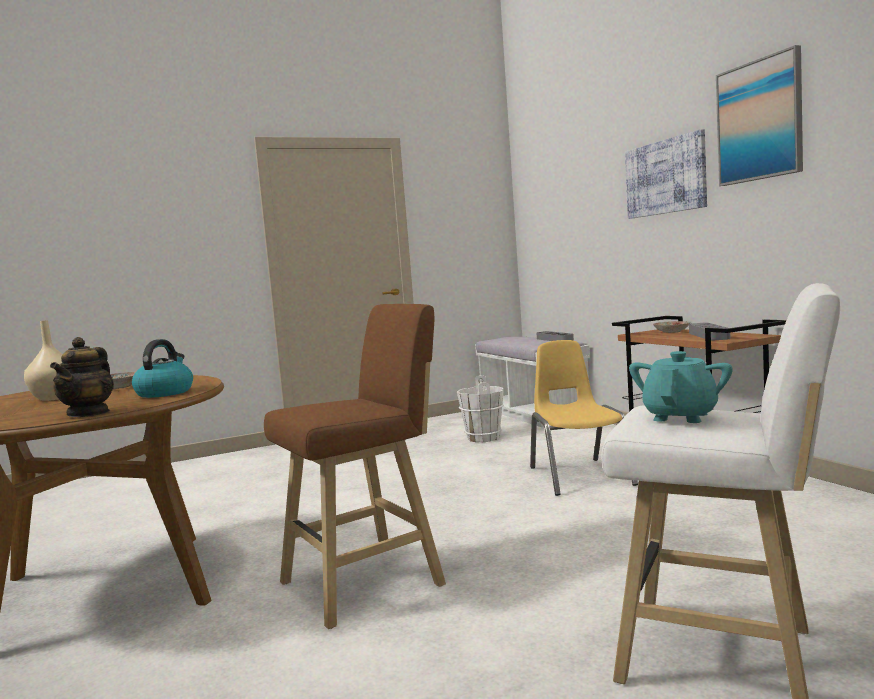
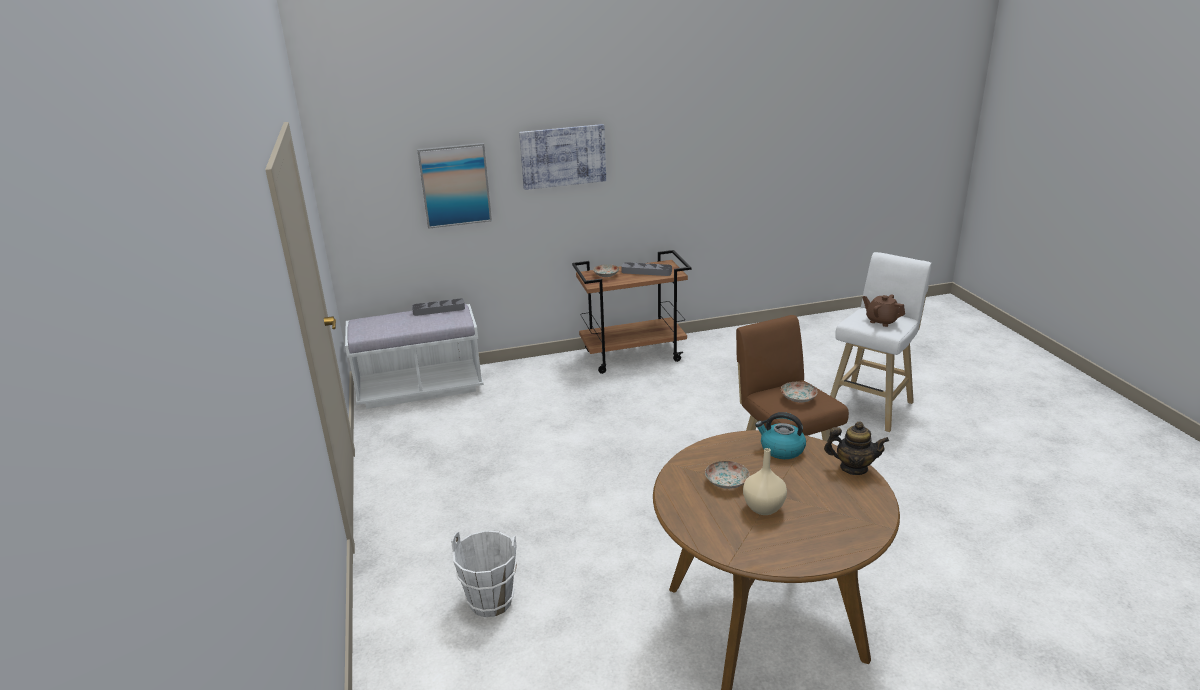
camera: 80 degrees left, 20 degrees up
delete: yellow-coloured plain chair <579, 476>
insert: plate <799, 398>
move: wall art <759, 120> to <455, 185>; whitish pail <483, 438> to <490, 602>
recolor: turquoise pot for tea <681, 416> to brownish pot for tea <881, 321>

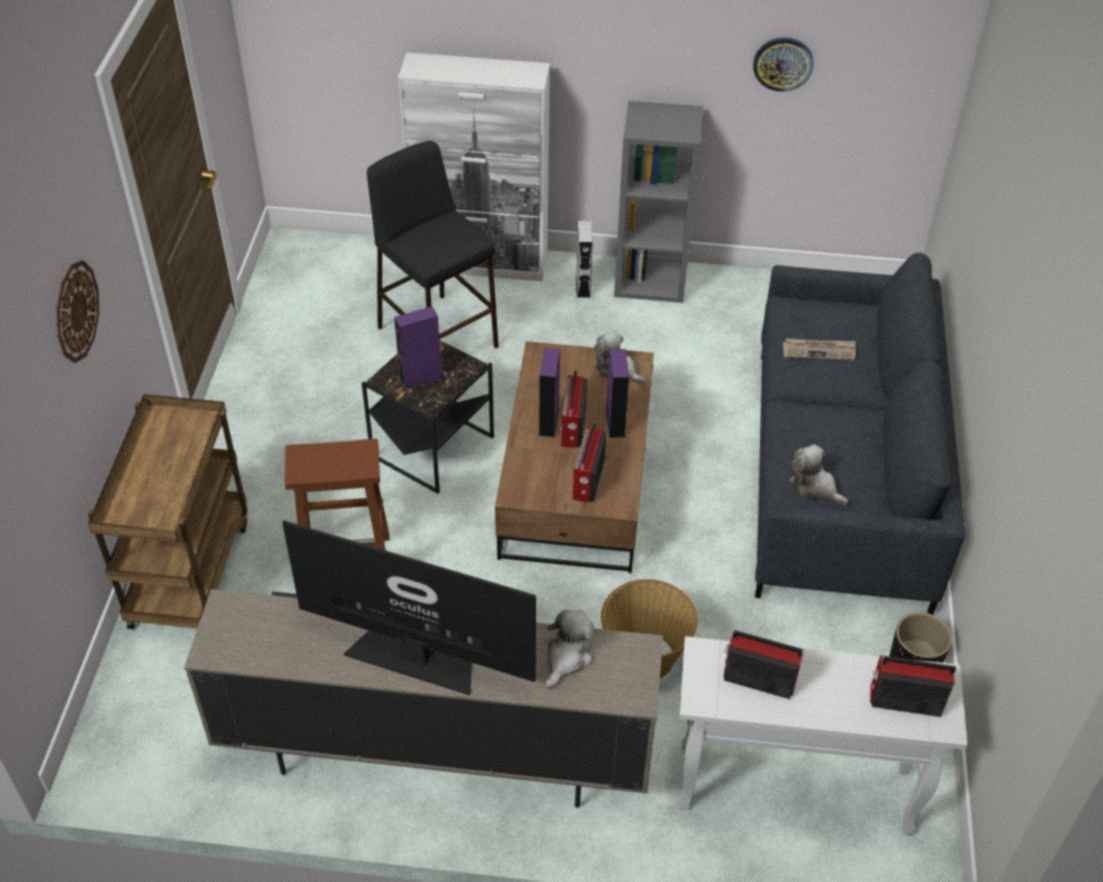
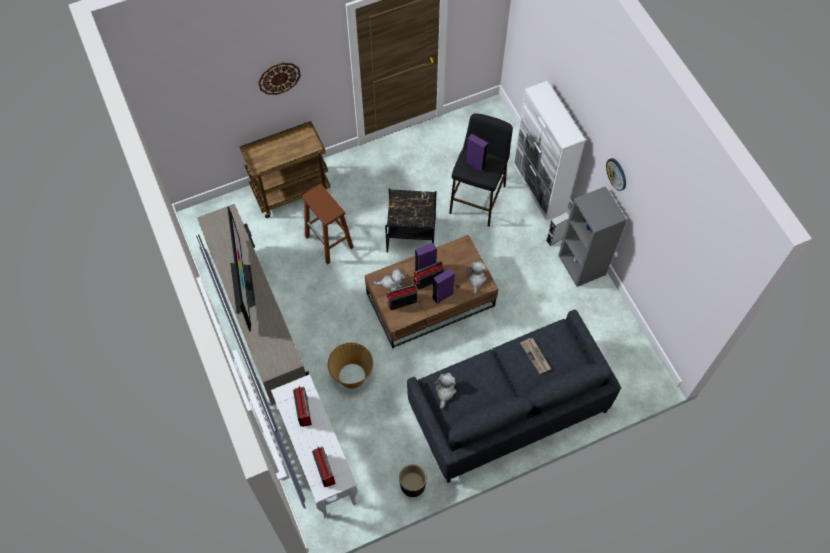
camera: 60 degrees right, 15 degrees up
move: clock on the wall <783, 63> to <617, 174>; purplish loudspeaker <420, 378> to <475, 164>; soft toy <567, 657> to <391, 283>

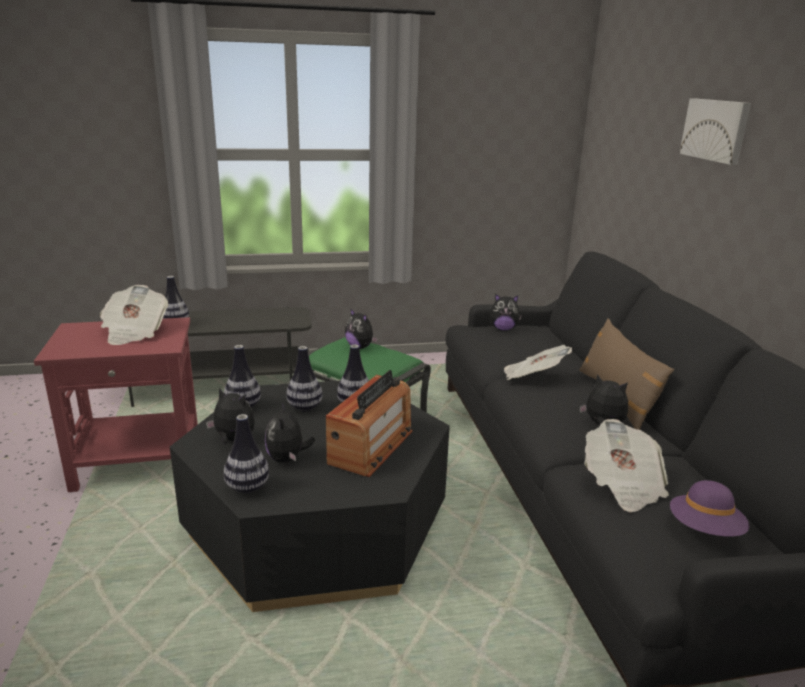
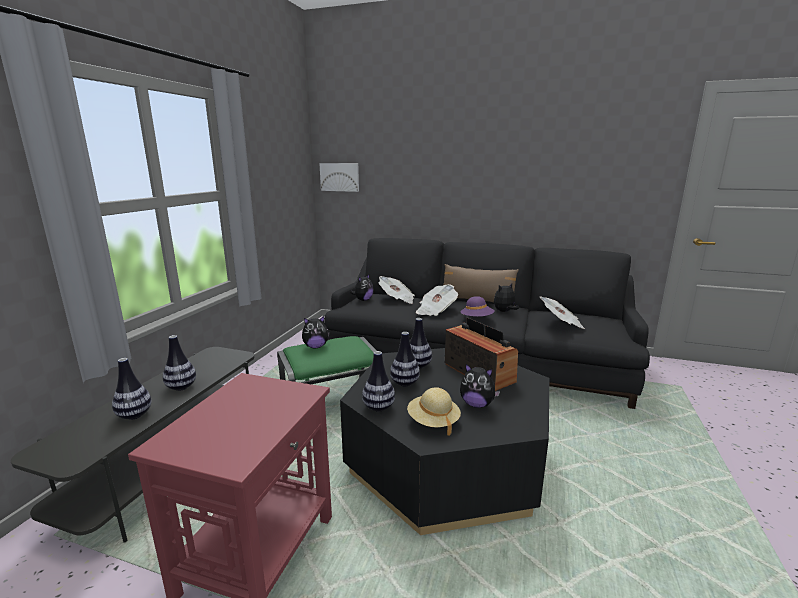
camera: 60 degrees left, 5 degrees down
move: wall art <716, 130> to <340, 177>; daily paper <134, 332> to <397, 299>; decorative vase <248, 488> to <181, 387>; purplish clothing hat <705, 530> to <477, 319>
replace: soft toy <233, 440> to beige-coloured clothing hat <433, 421>

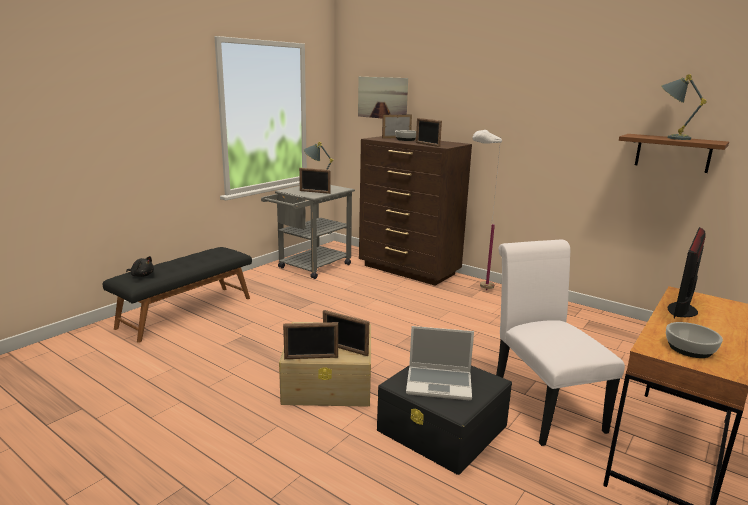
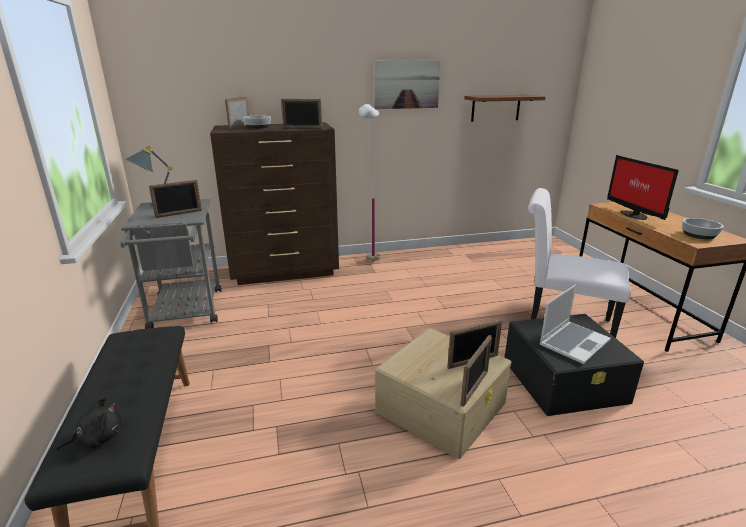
camera: 50 degrees left, 5 degrees up
delete: grey tabletop lamp <670, 138>
move: wall art <382, 98> to <406, 84>

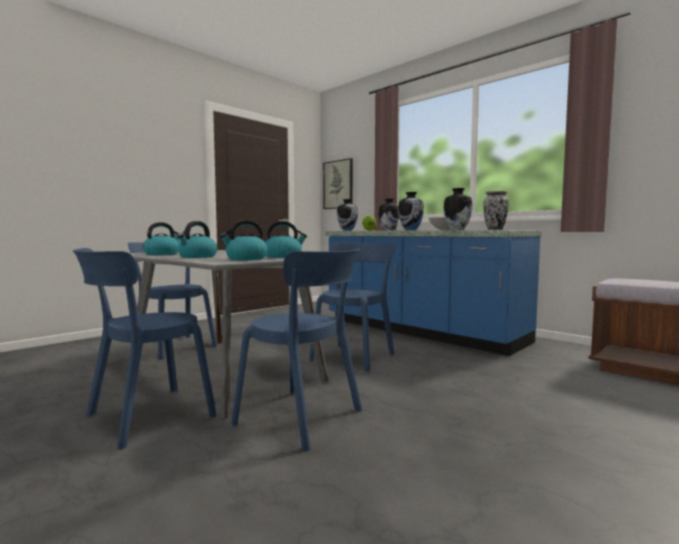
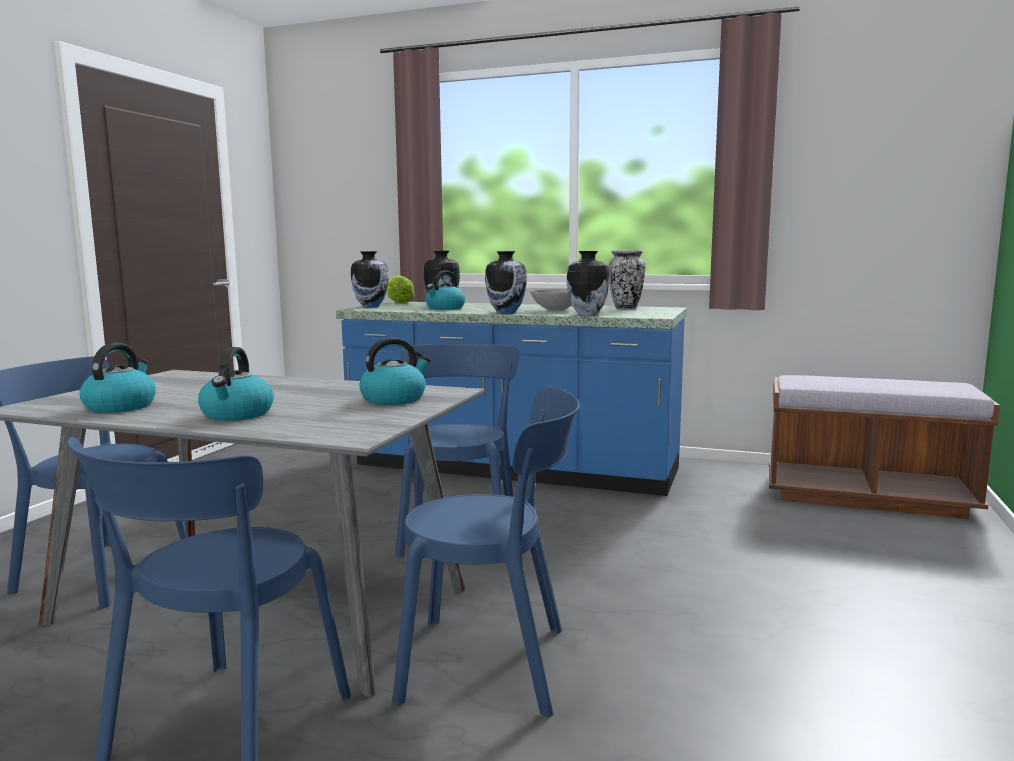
camera: 25 degrees left, 5 degrees up
delete: wall art <338, 184>
move: water kettle <246, 259> to <445, 308>

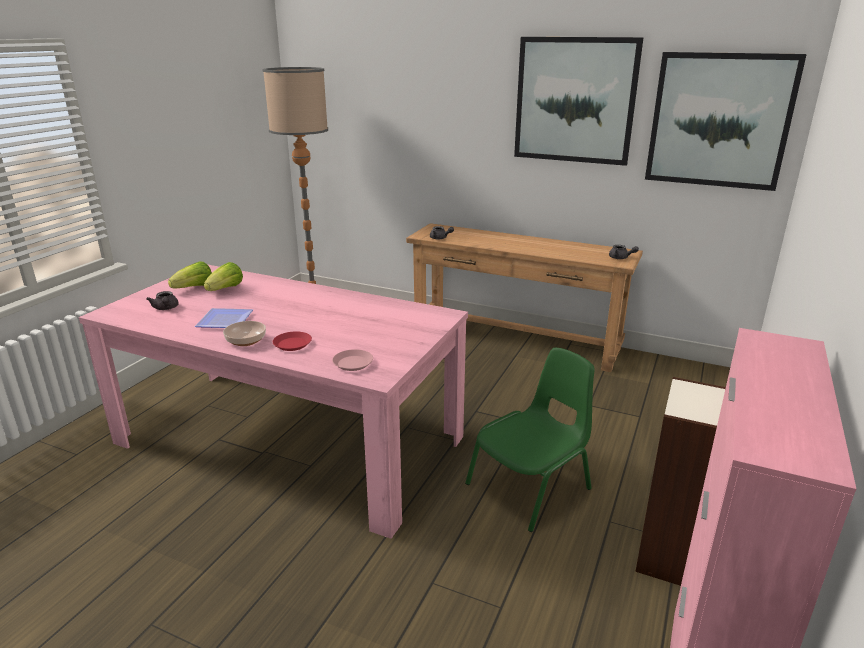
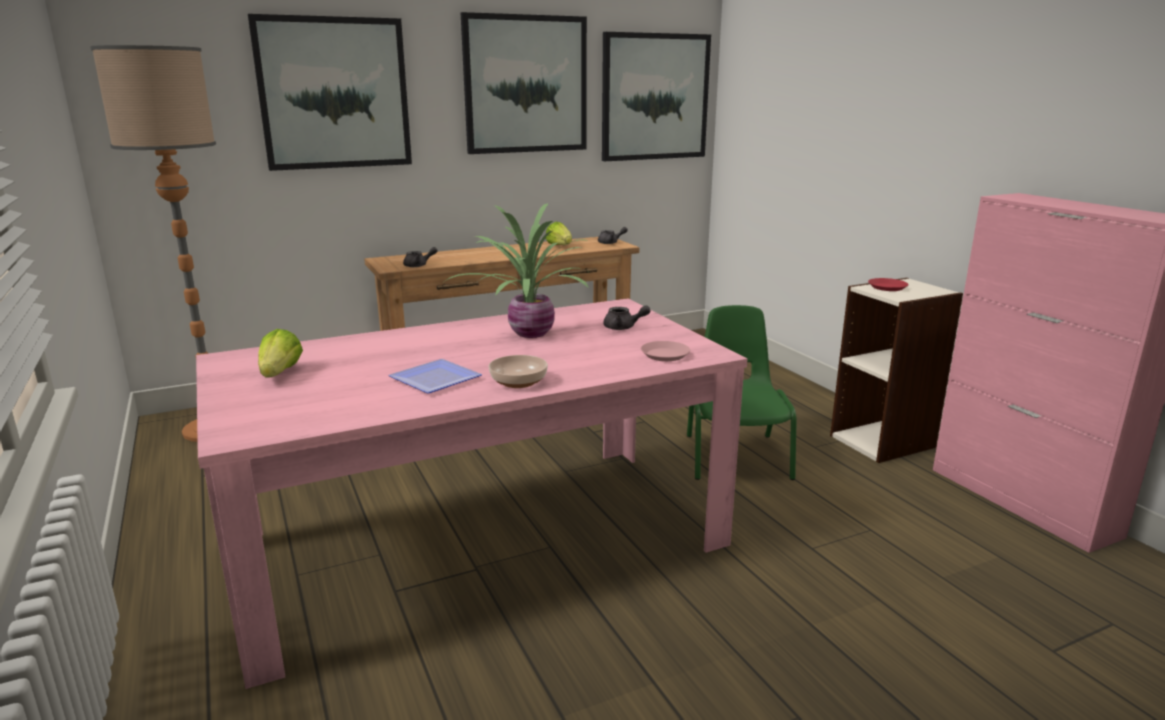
camera: 50 degrees left, 5 degrees down
insert: wall art <334, 94>; potted plant <529, 333>
move: lettuce head <226, 289> to <560, 246>; grey pot for tea <166, 308> to <623, 328>; reddish plate <292, 344> to <887, 287>

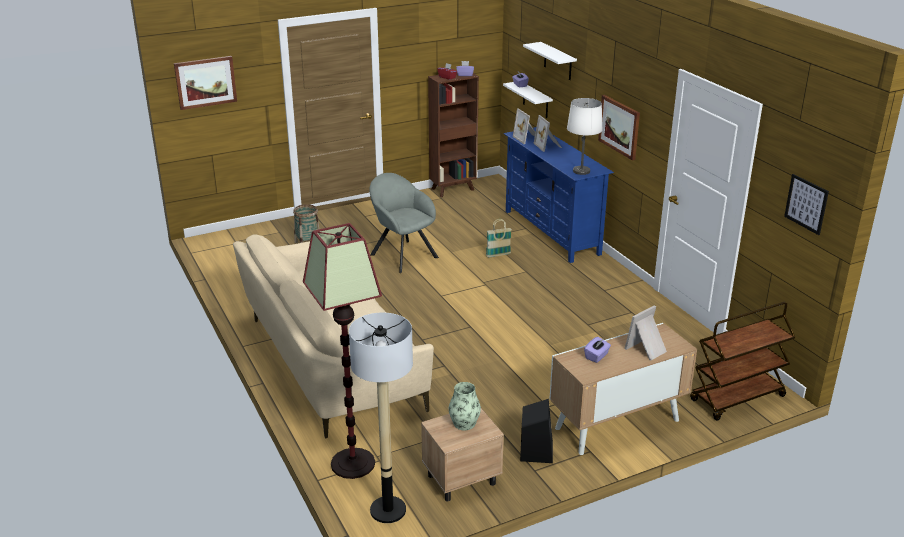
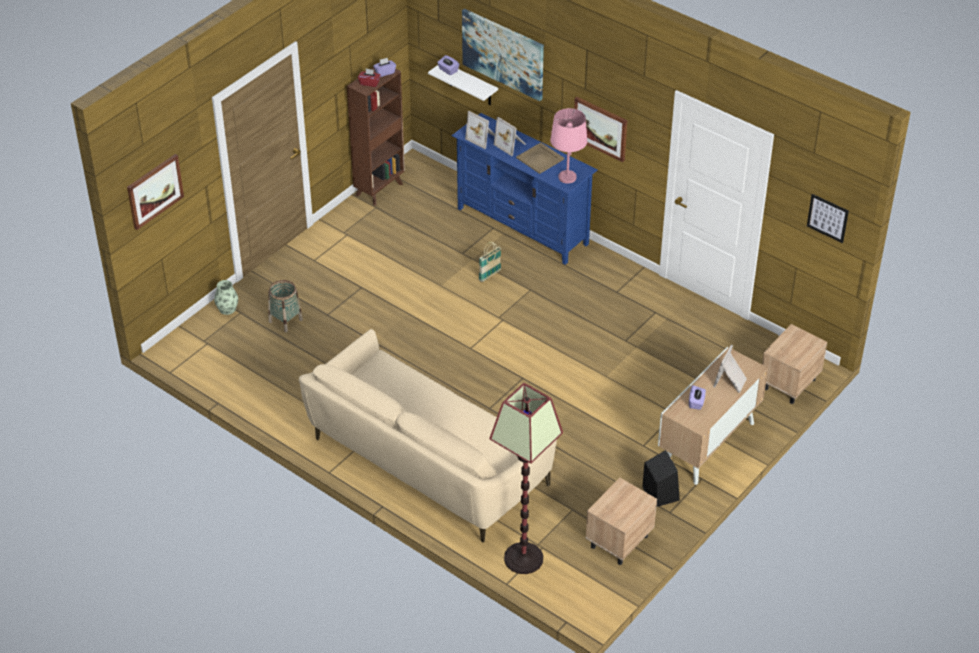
camera: 25 degrees left, 15 degrees up
delete: grey armchair <402, 254>; floor lamp <387, 510>
insert: beige-coloured tray <539, 158>
move: decorative vase <464, 423> to <227, 309>
replace: whitish bracket shelf <558, 61> to wall art <503, 53>; brownish cart <737, 399> to beige-coloured nightstand <789, 384>
recolor: whitish tabletop lamp <581, 171> to pinkish tabletop lamp <567, 177>

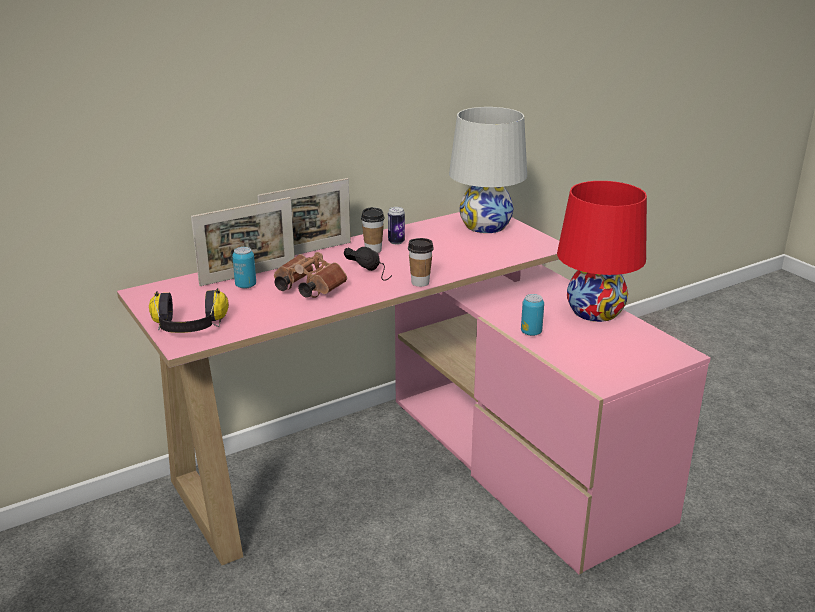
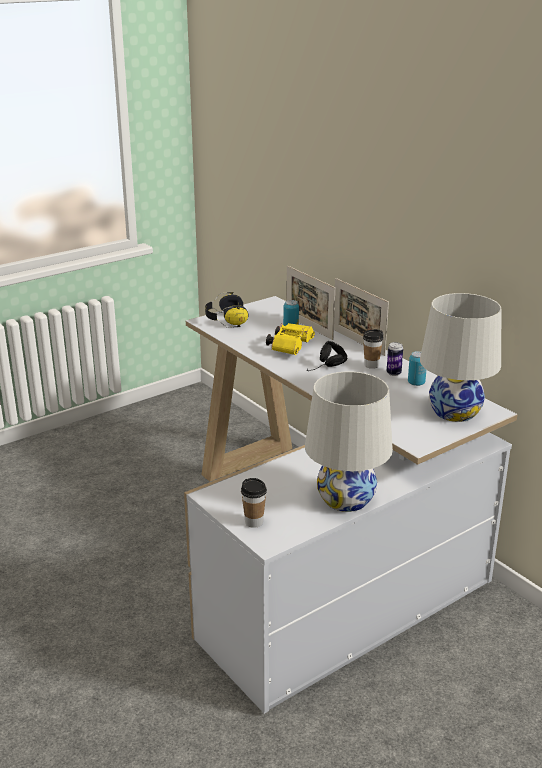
camera: 85 degrees right, 0 degrees up
move: small cup <420, 282> to <254, 522>; metal can <531, 332> to <416, 383>
recolor: reddish tabletop lamp <595, 311> to whitish tabletop lamp <345, 499>; pinkish desk <419, 469> to whitish desk <320, 551>; brownish binoculars <307, 288> to yellow-coloured binoculars <291, 347>

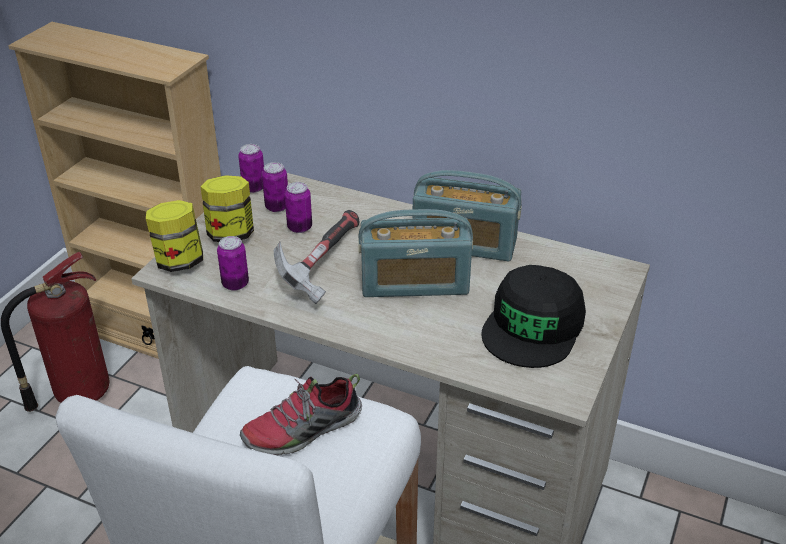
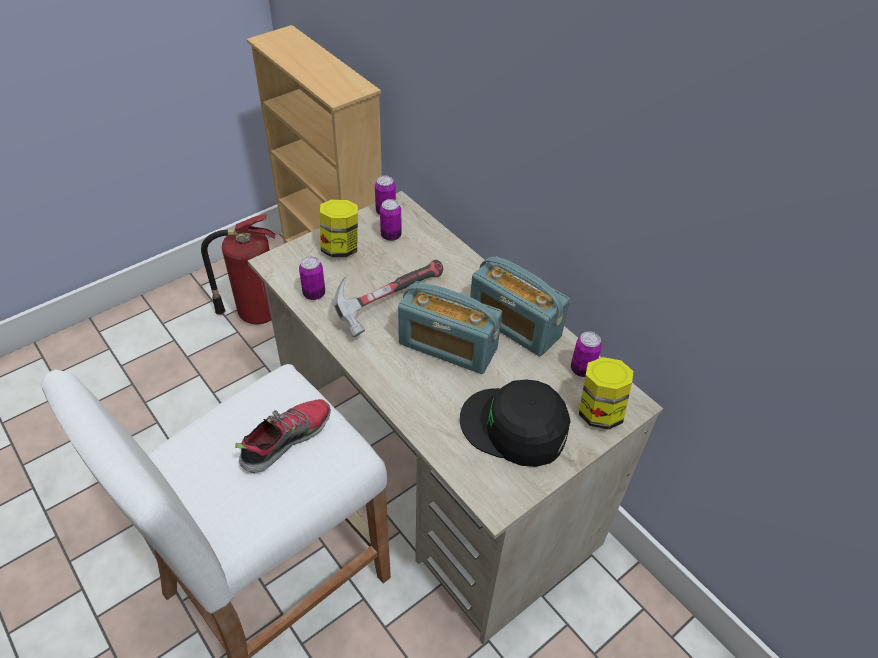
camera: 25 degrees right, 10 degrees up
move: metal can <299, 227> to <582, 369>; preserve jar <179, 261> to <599, 411>
rotate: blackish cap <534, 327> = <515, 427> 60 degrees clockwise; item of footwear <303, 430> = <286, 439> 135 degrees clockwise

